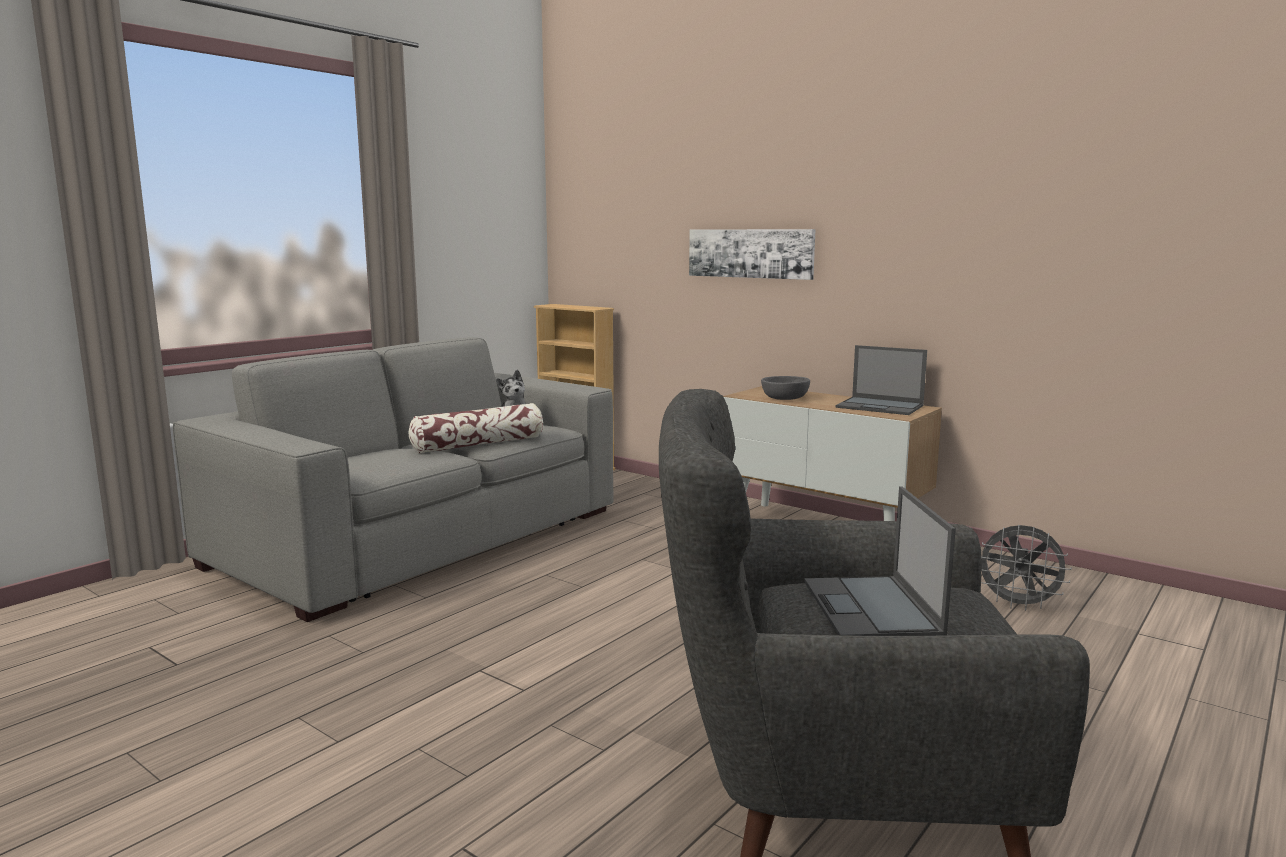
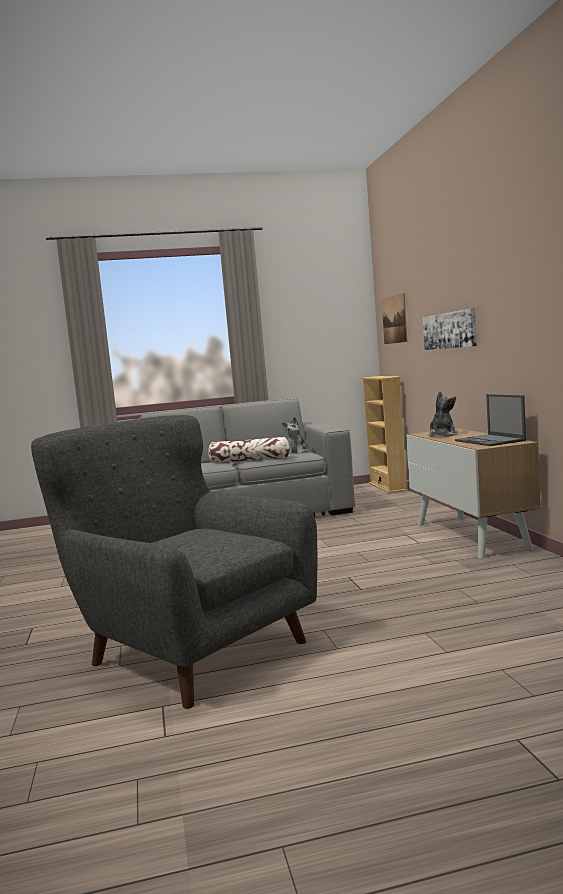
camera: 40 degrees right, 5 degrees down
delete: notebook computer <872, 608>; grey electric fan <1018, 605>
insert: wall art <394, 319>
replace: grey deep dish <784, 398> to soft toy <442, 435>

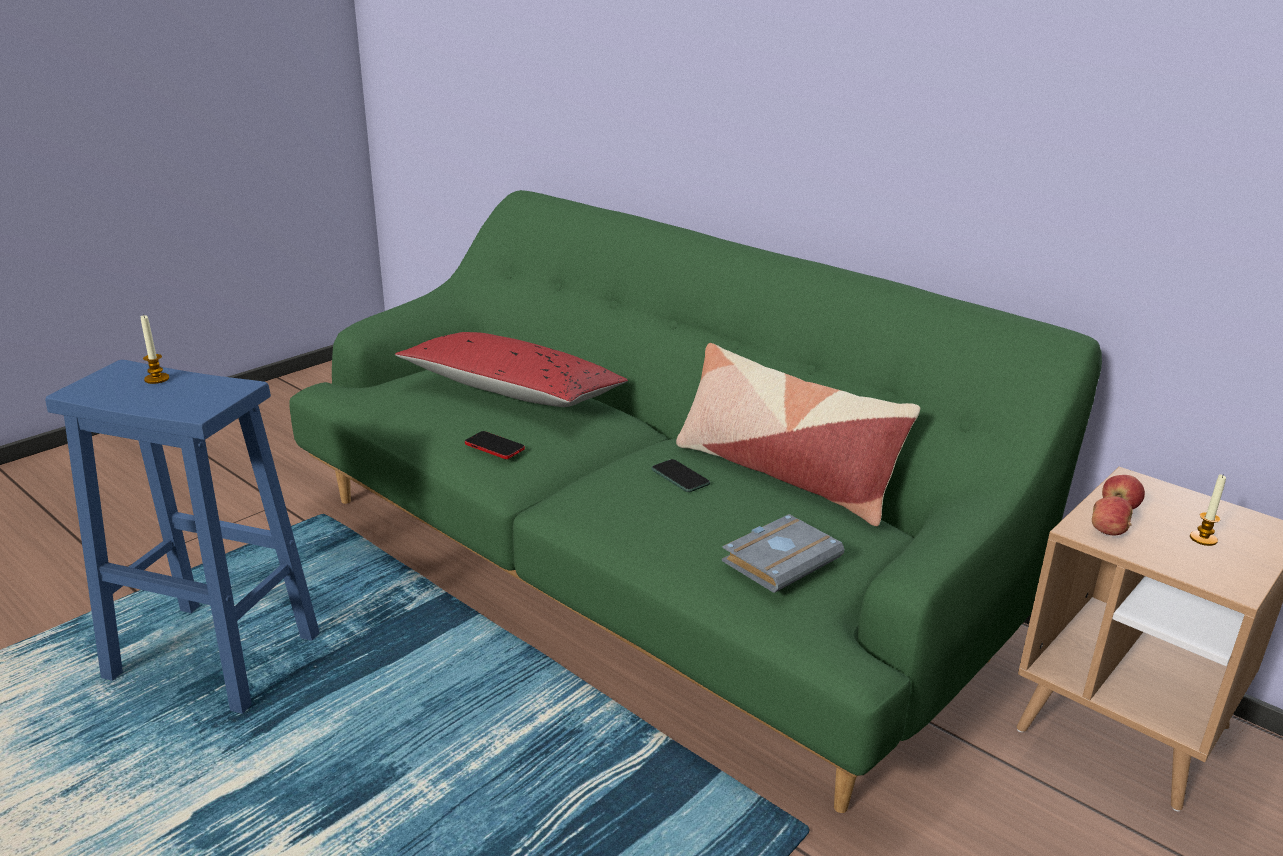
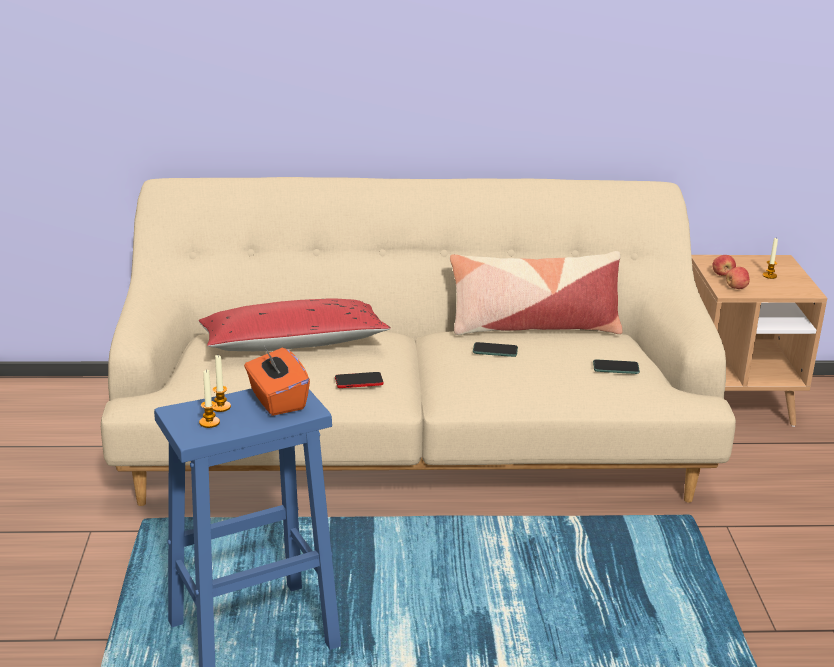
camera: 45 degrees left, 0 degrees up
insert: orange tissue box <276, 400>; wax light <209, 422>
replace: grey bound book <780, 558> to telephone <616, 368>
recolor: green-coloured couch <639, 567> to beige-coloured couch <414, 443>

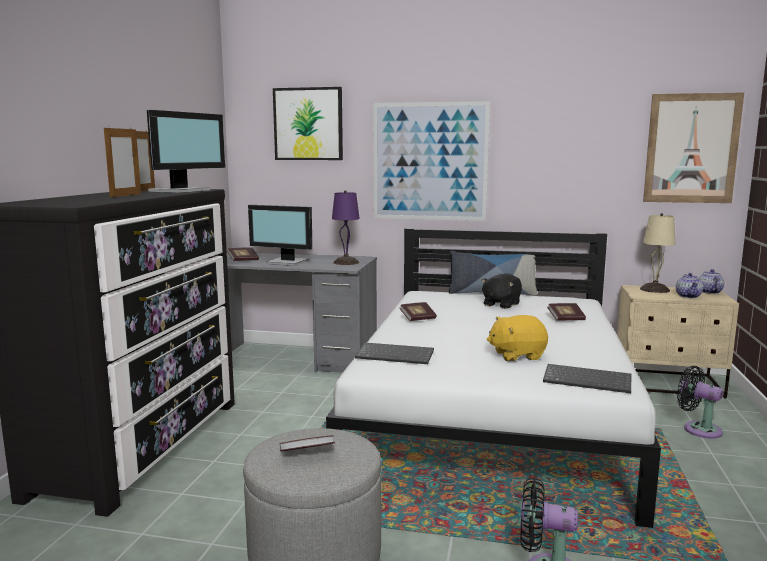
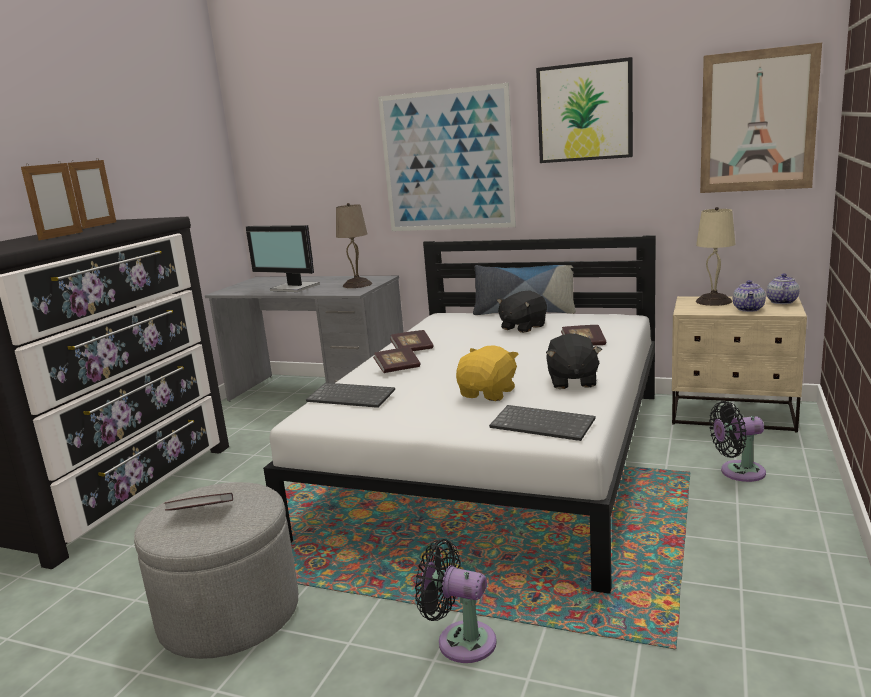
camera: 10 degrees right, 5 degrees up
delete: monitor <182, 191>
insert: blackish soft toy <572, 381>
move: wall art <308, 124> to <584, 112>; bound book <243, 260> to <397, 368>
recolor: purplish tabletop lamp <346, 262> to beige-coloured tabletop lamp <357, 284>
rotate: yellow-coloured soft toy <517, 355> = <488, 393> 120 degrees clockwise; blackish electric fan <698, 429> = <738, 472> 60 degrees counterclockwise

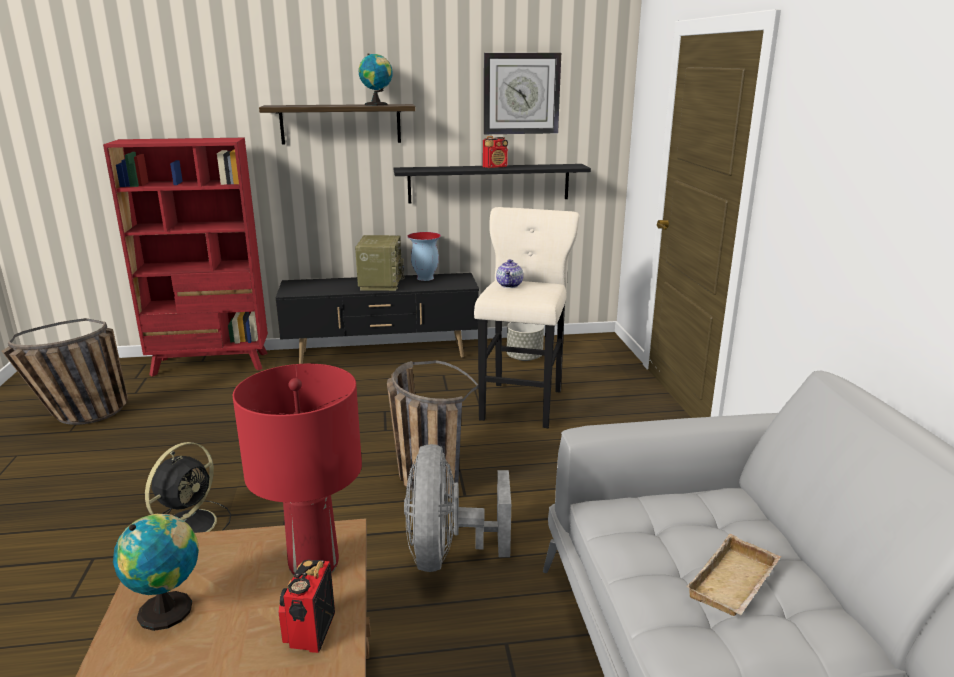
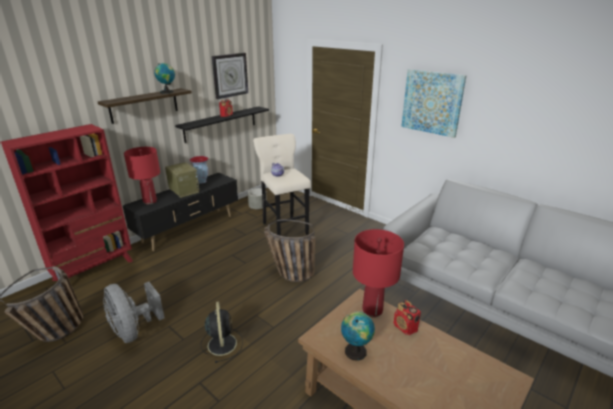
camera: 40 degrees left, 5 degrees up
delete: beige-coloured tray <735, 585>
insert: wall art <432, 102>; reddish tabletop lamp <150, 201>
move: grey electric fan <448, 554> to <134, 330>

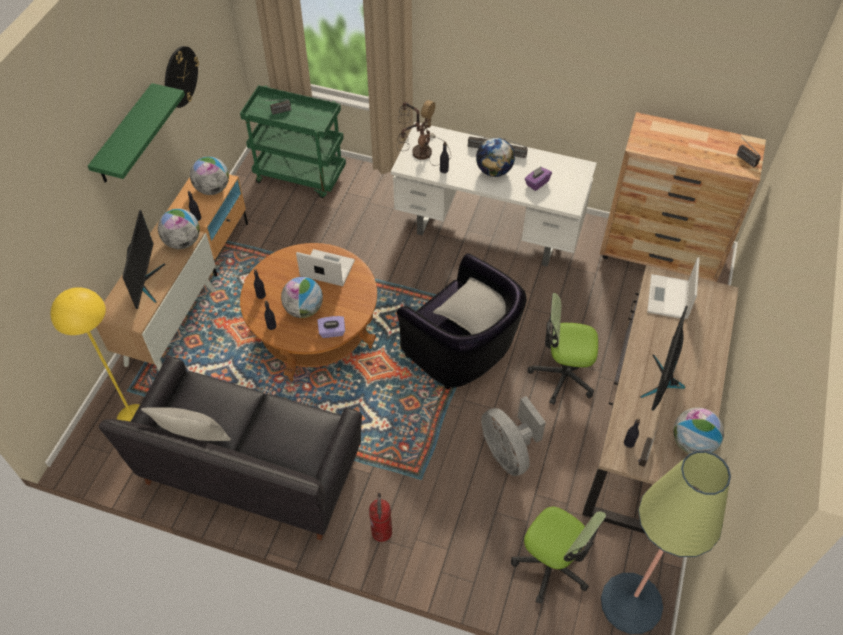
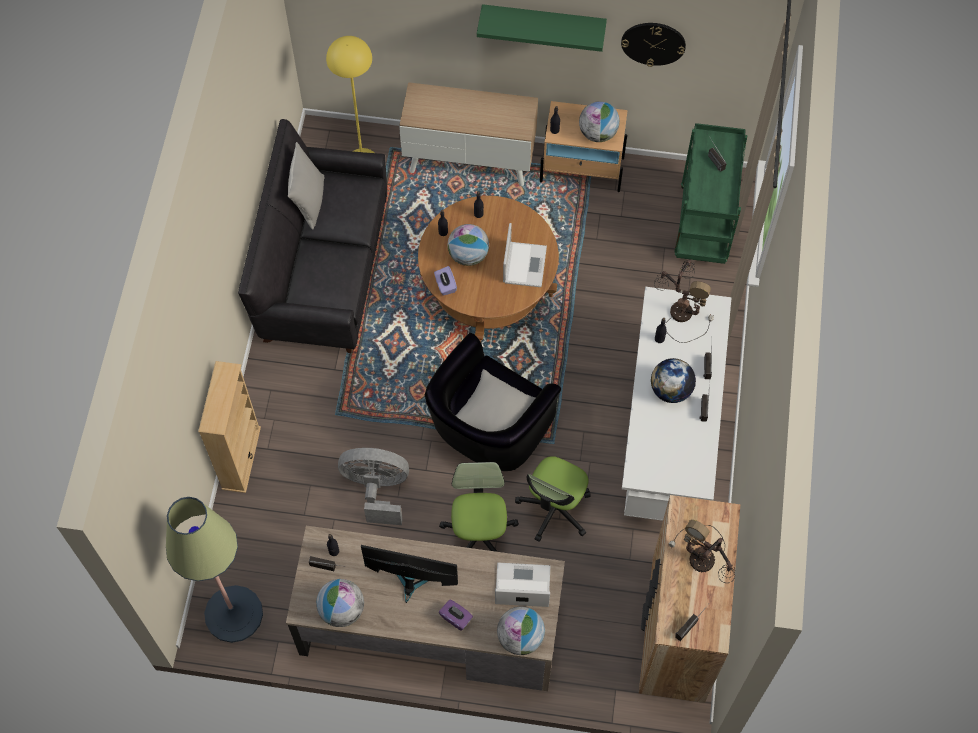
camera: 80 degrees right, 10 degrees up
delete: monitor <145, 282>; fire extinguisher <382, 532>
insert: beige-coloured bookcase <241, 458>; tabletop lamp <702, 562>
move: purplish tissue box <537, 183> to <456, 618>; desk globe <183, 242> to <520, 637>; computer chair <551, 564> to <554, 509>
rotate: grey electric fan <508, 452> = <377, 489> 45 degrees clockwise

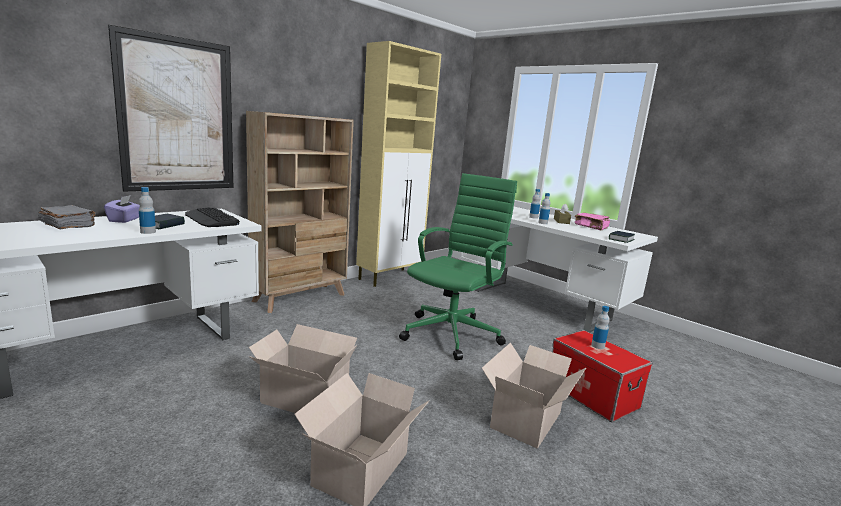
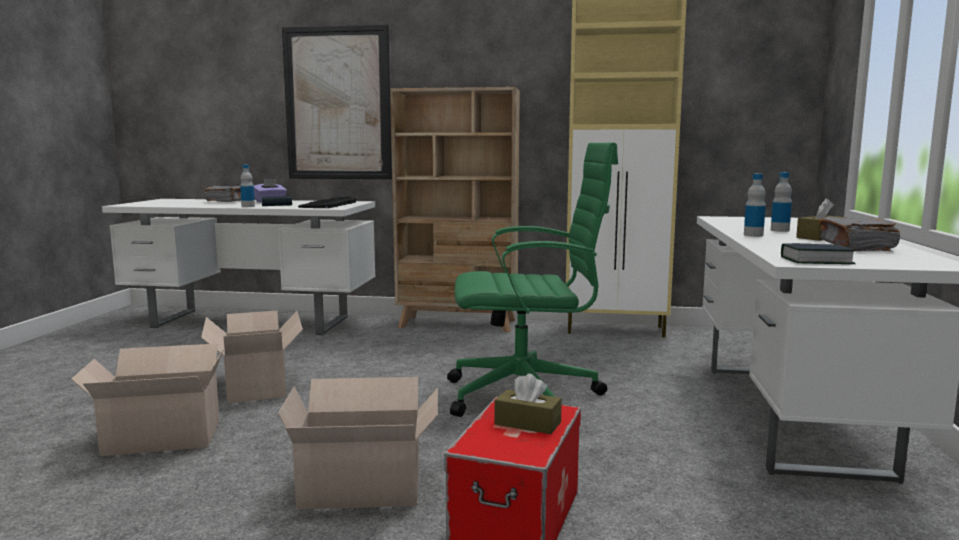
camera: 55 degrees right, 5 degrees down
replace: drink bottle <598, 346> to brownish tissue box <527, 423>
recolor: pinkish bound book <591, 227> to grey bound book <856, 247>

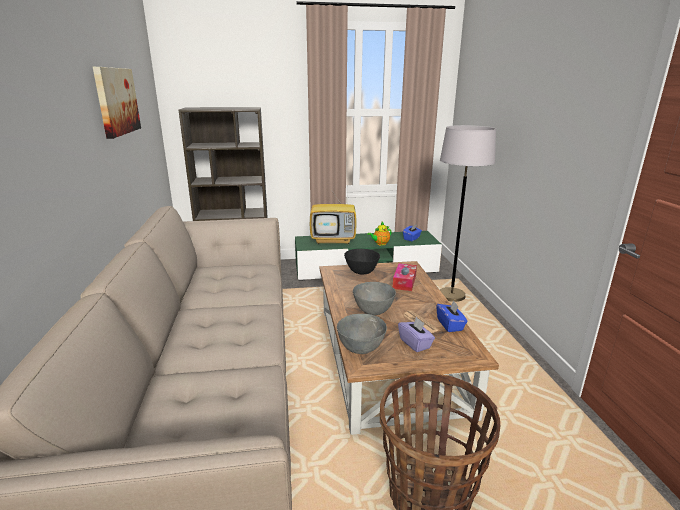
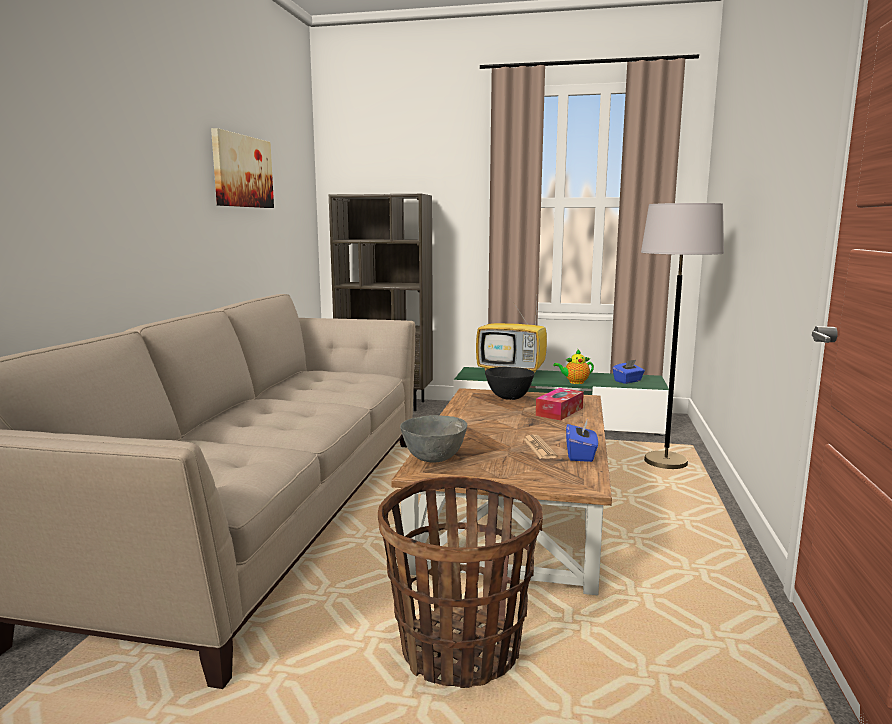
camera: 20 degrees right, 10 degrees down
delete: grey deep dish <373, 311>; purplish tissue box <415, 343>

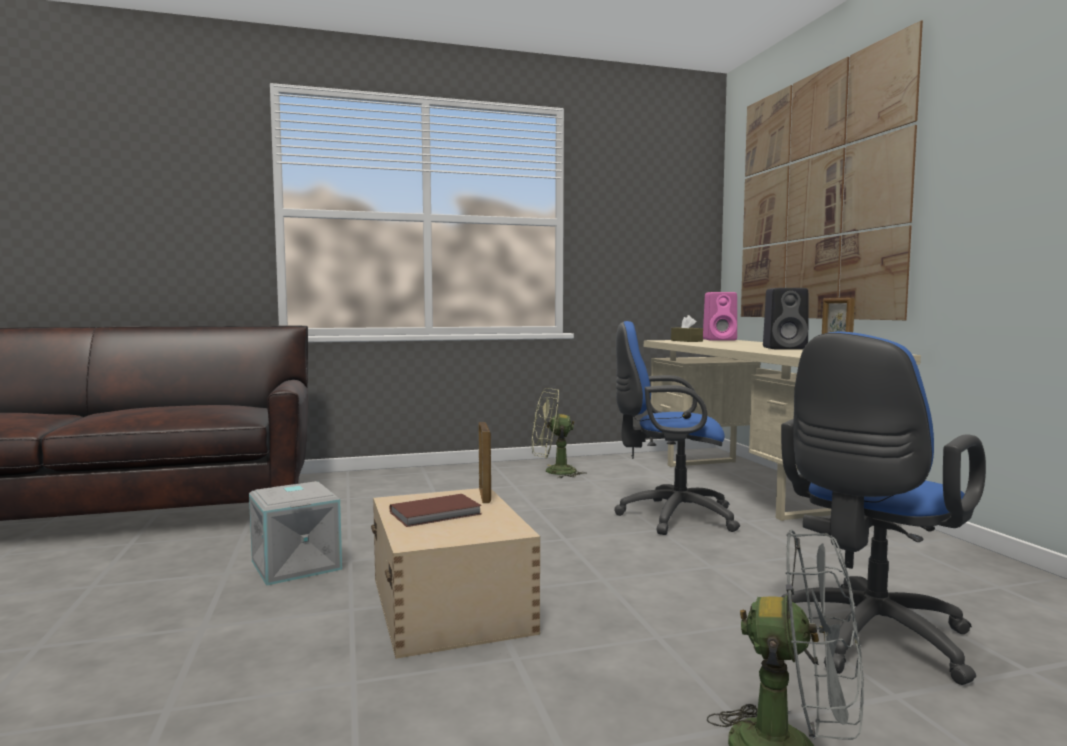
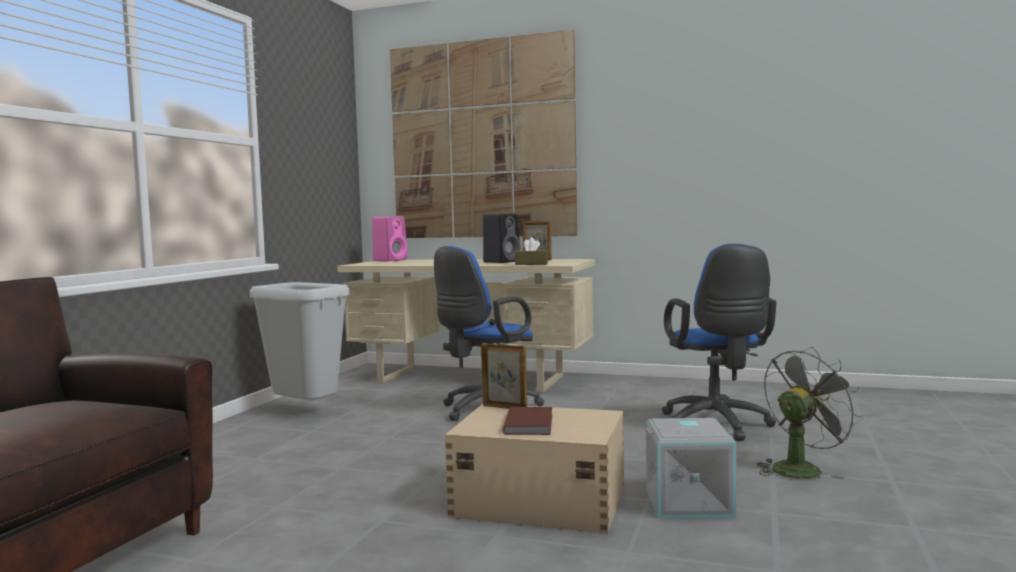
camera: 55 degrees left, 0 degrees up
move: brownish tissue box <686, 341> to <531, 264>; grey storage container <298, 565> to <688, 502>
replace: green-coloured electric fan <553, 472> to grey trash can <307, 412>

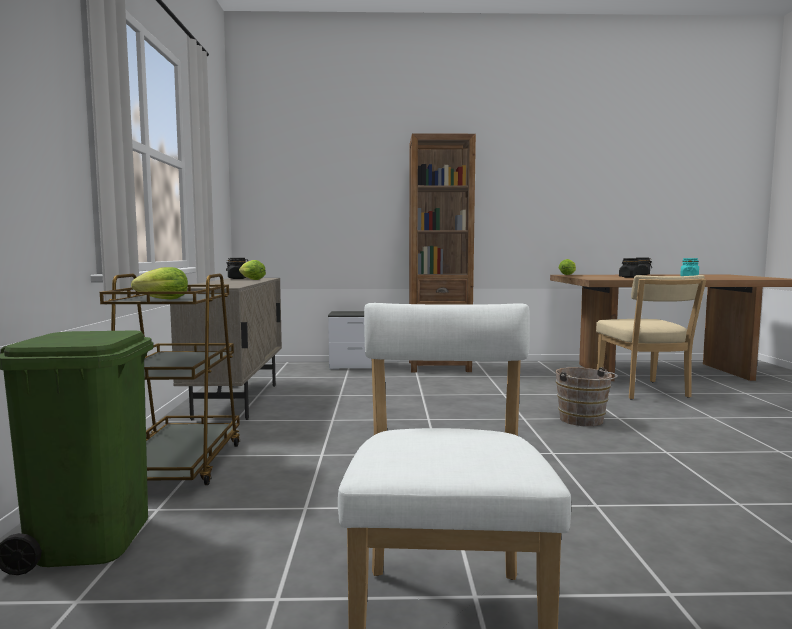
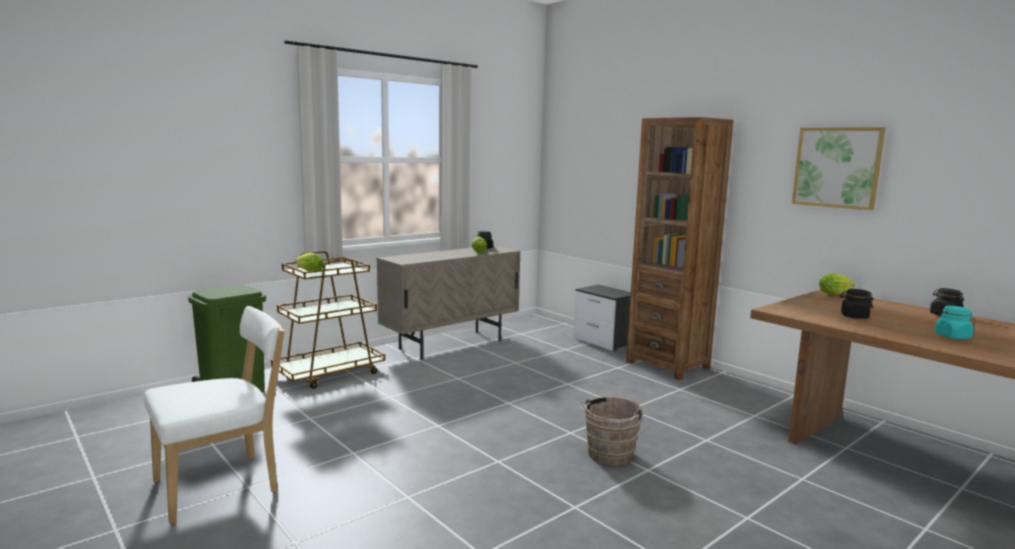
camera: 50 degrees right, 5 degrees up
delete: beige-coloured plain chair <644, 391>
insert: wall art <837, 167>

